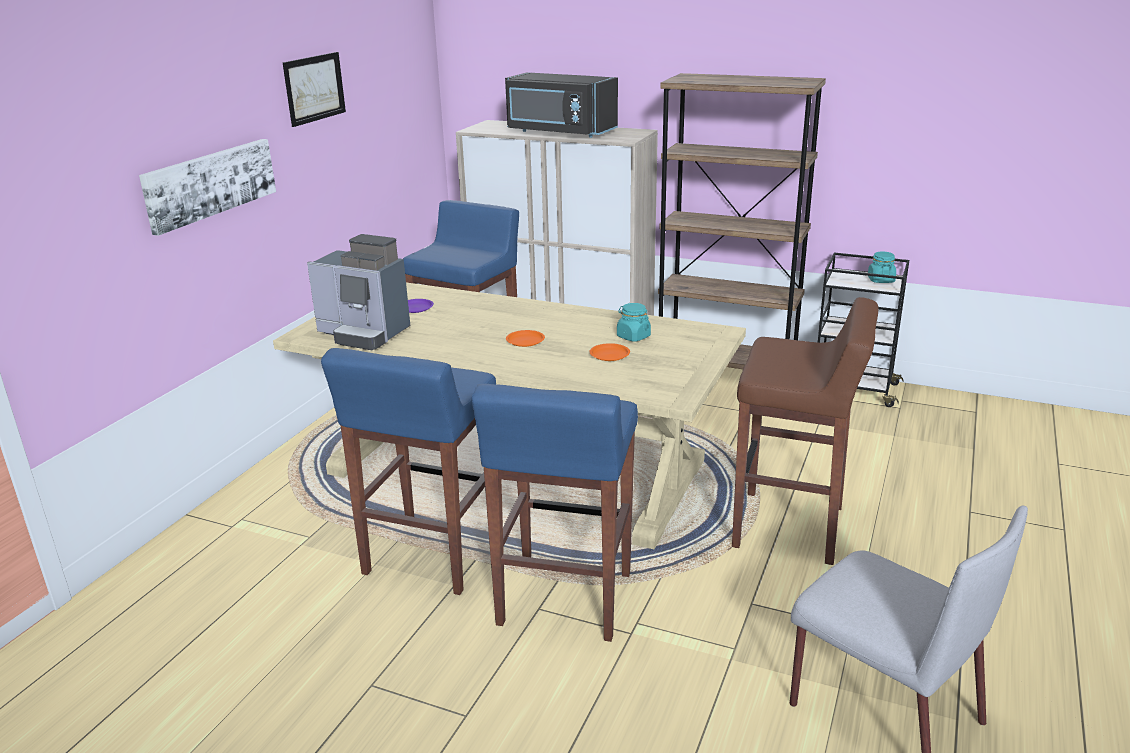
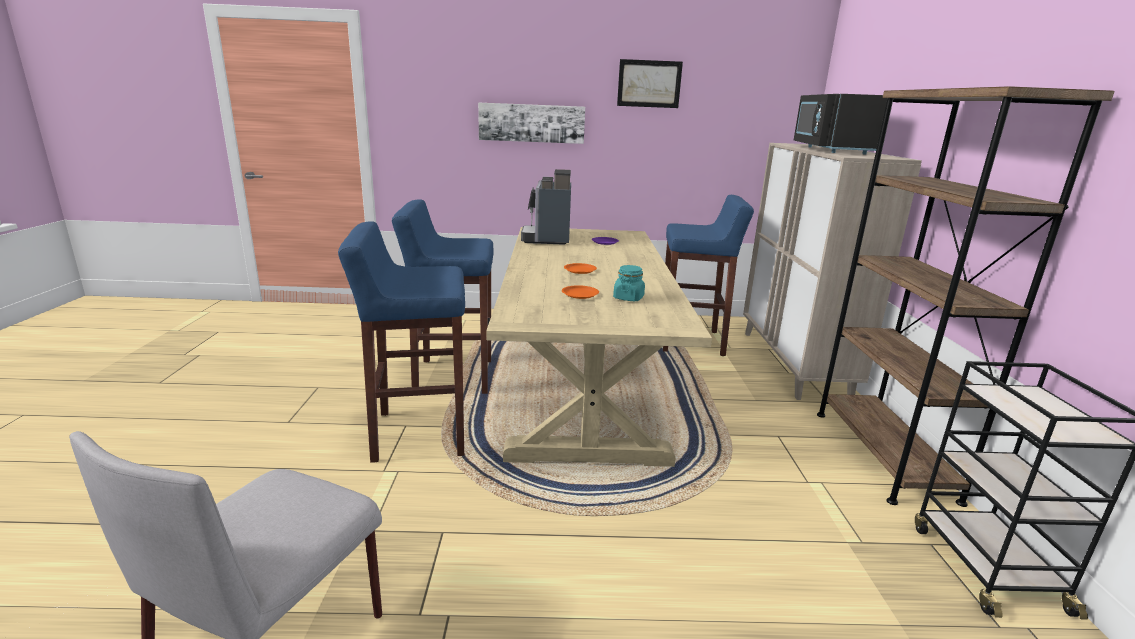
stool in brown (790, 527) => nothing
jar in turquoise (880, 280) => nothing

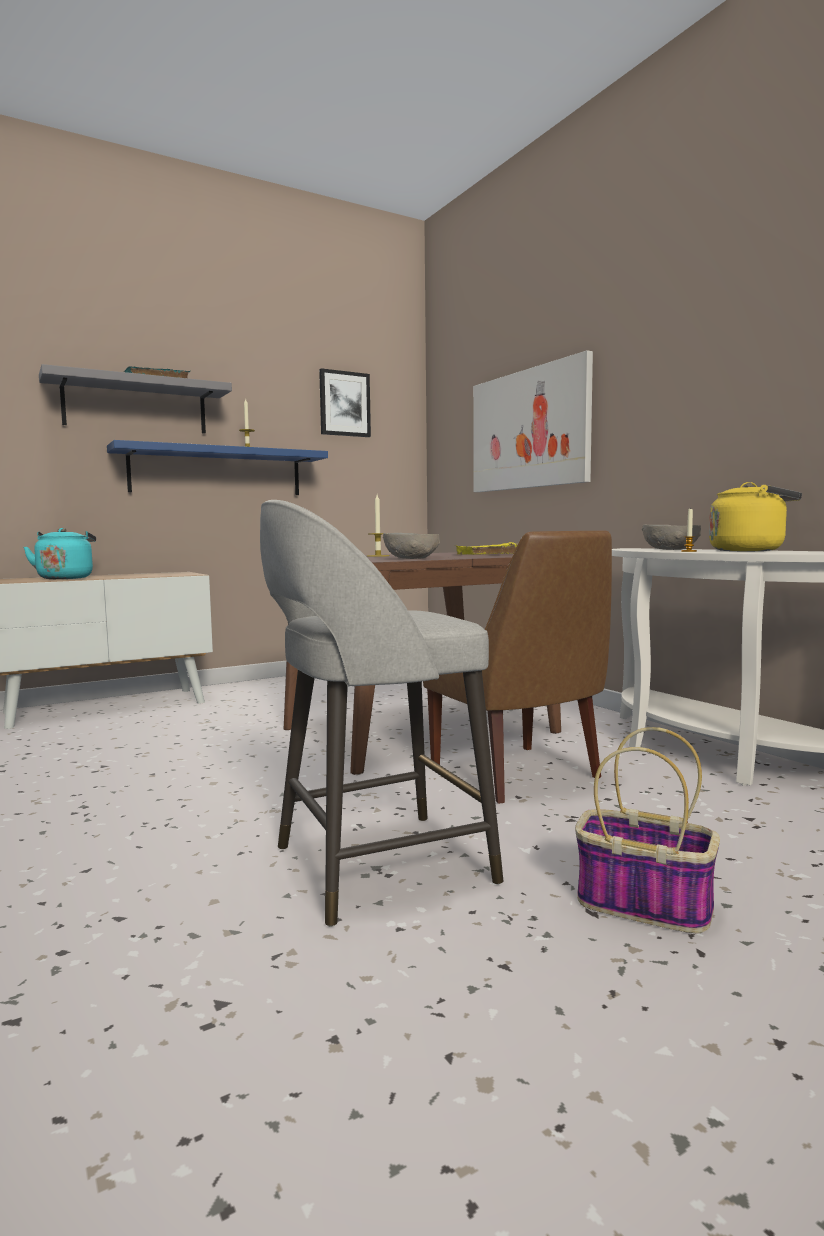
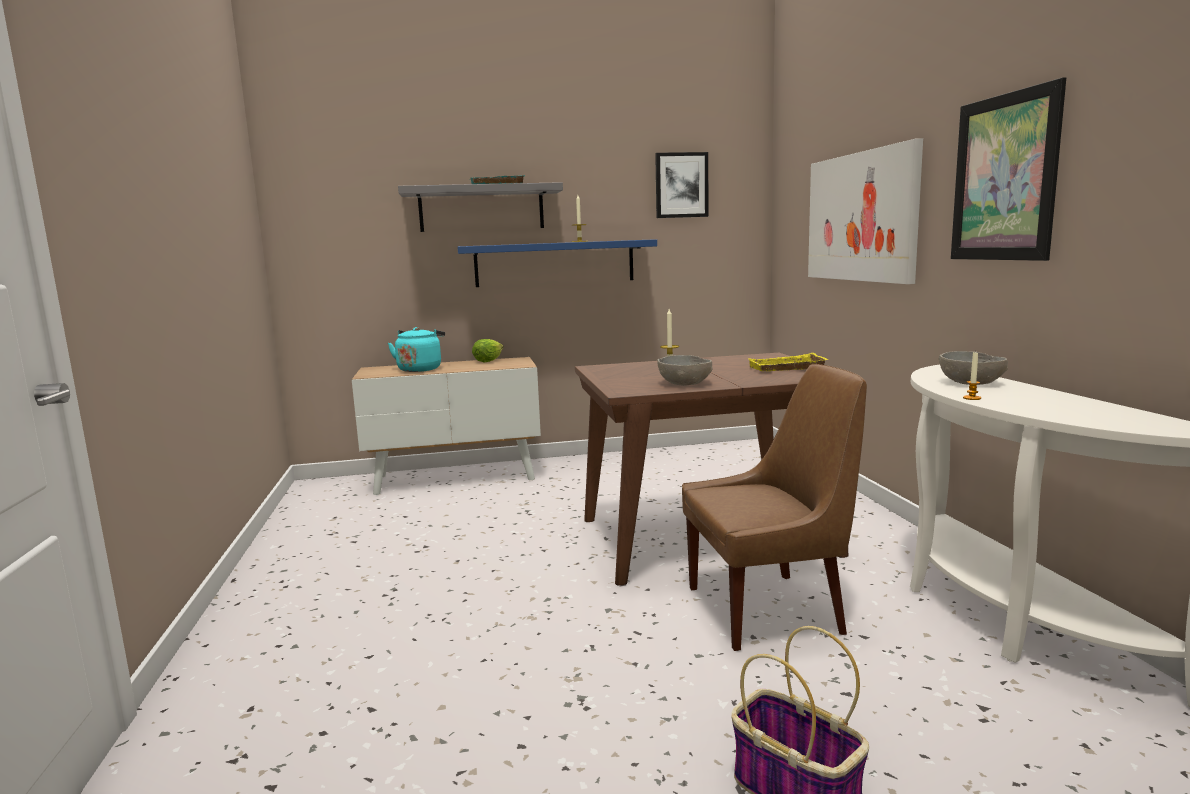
stool in grey (376, 865) => nothing
kettle in yellow (750, 550) => nothing
nothing => lettuce (488, 360)
nothing => picture (1004, 178)
chair in brown (519, 775) => chair in brown (769, 609), 90 degrees counterclockwise

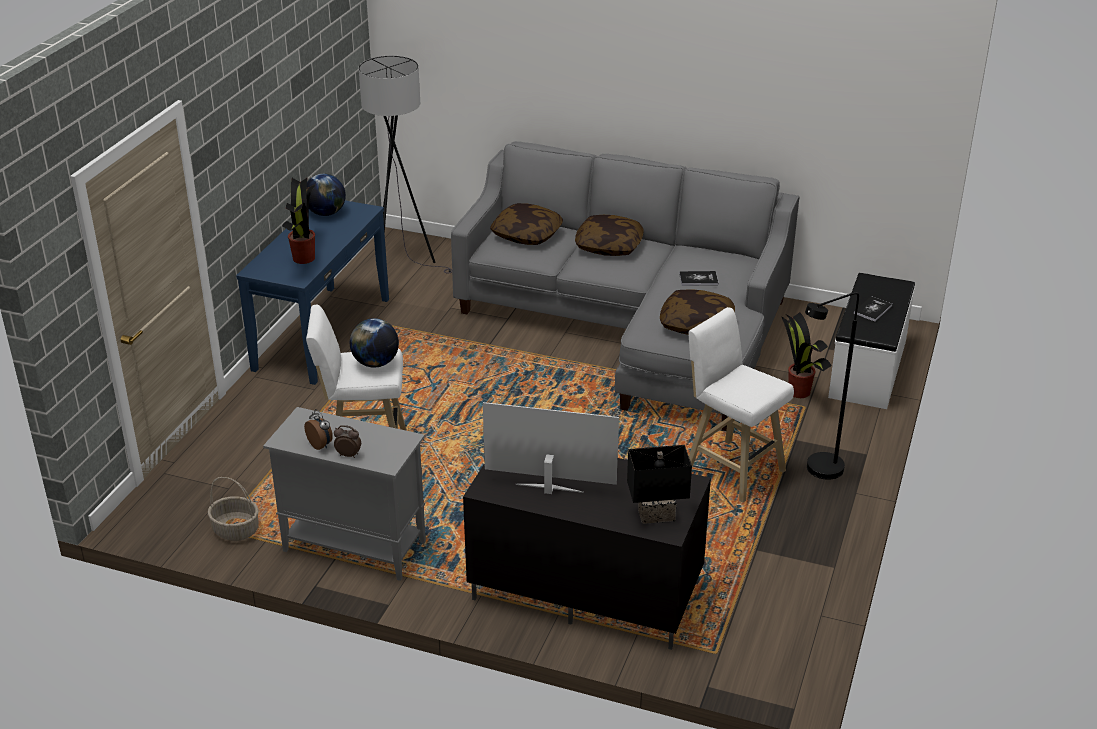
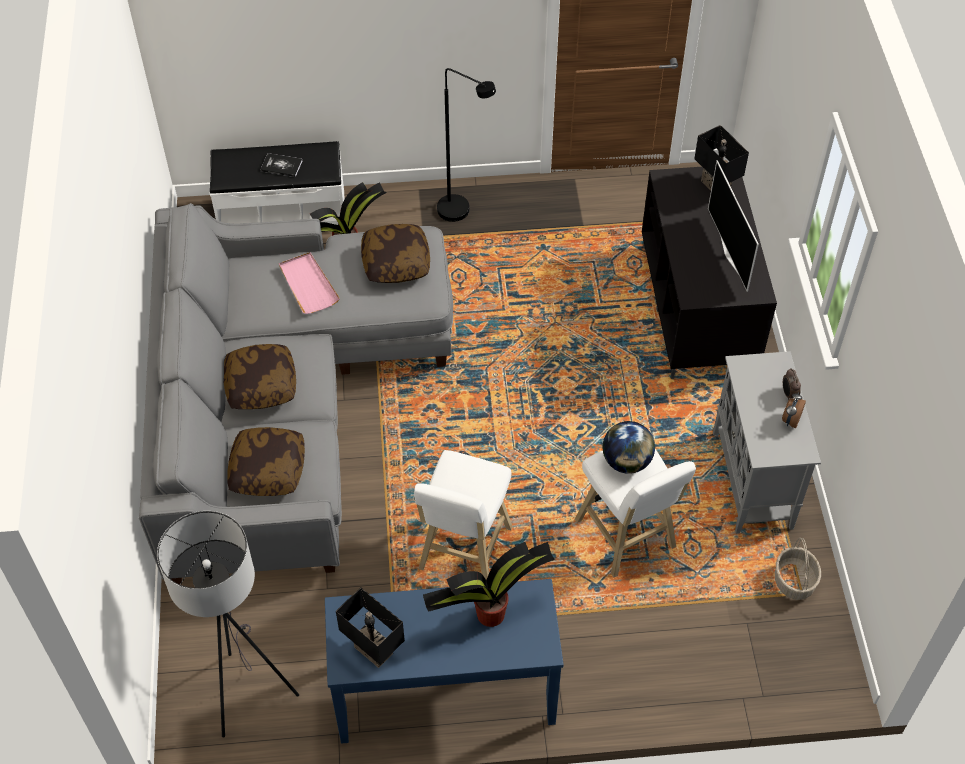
stool in white (731, 469) => stool in white (463, 552), moved
globe (326, 213) => table lamp in black (371, 651)
book (698, 279) => tray in pink (308, 285)

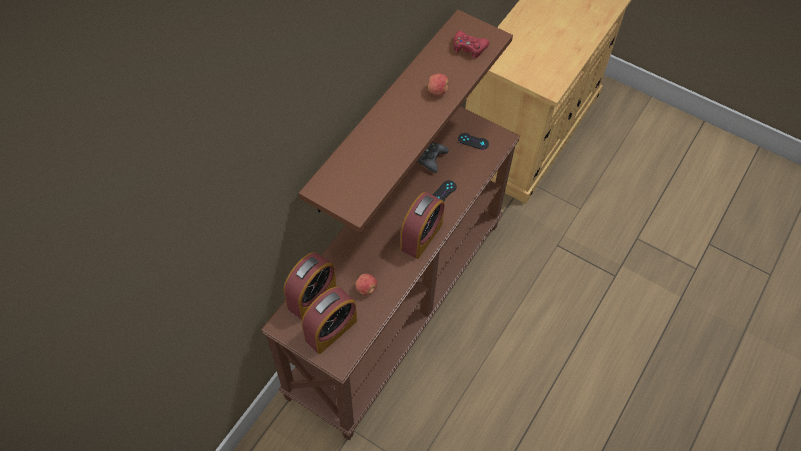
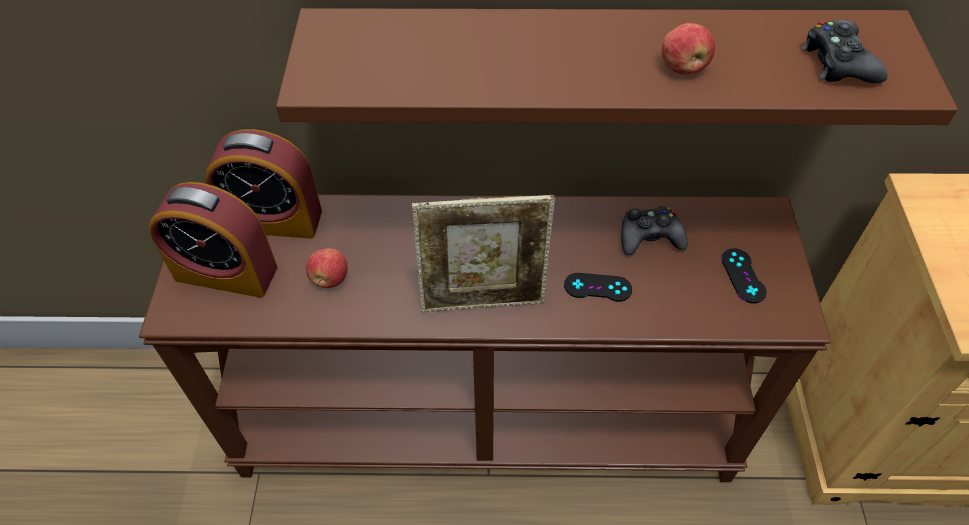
alarm clock (421, 236) => picture frame (483, 301)
game controller in red (469, 47) => game controller in black (838, 62)

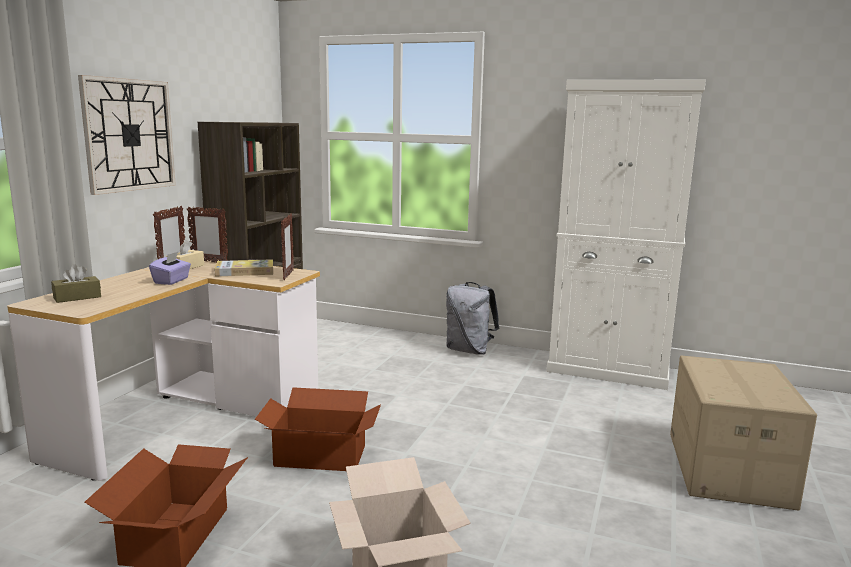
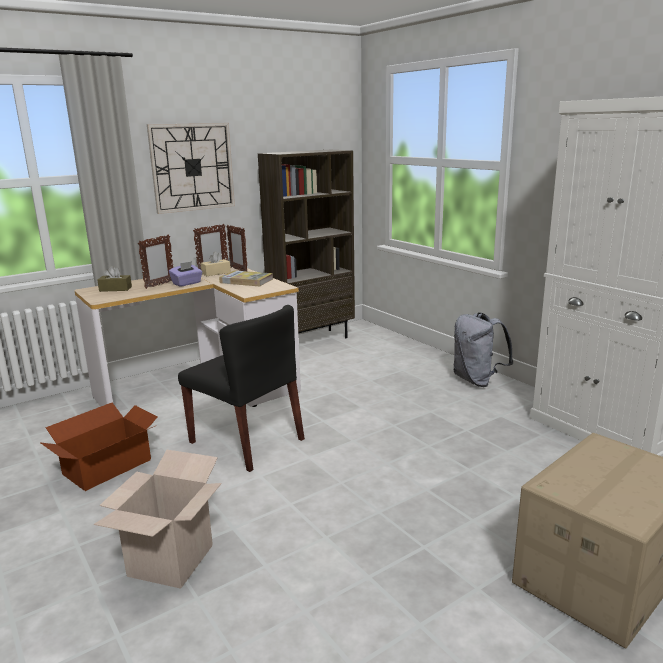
picture frame (288, 275) => picture frame (159, 284), moved
cardboard box (321, 456) => chair in black (247, 441)

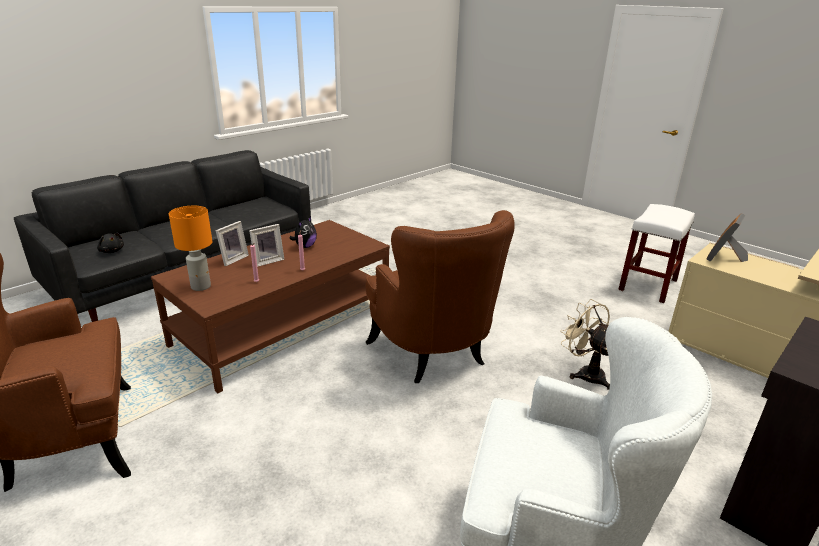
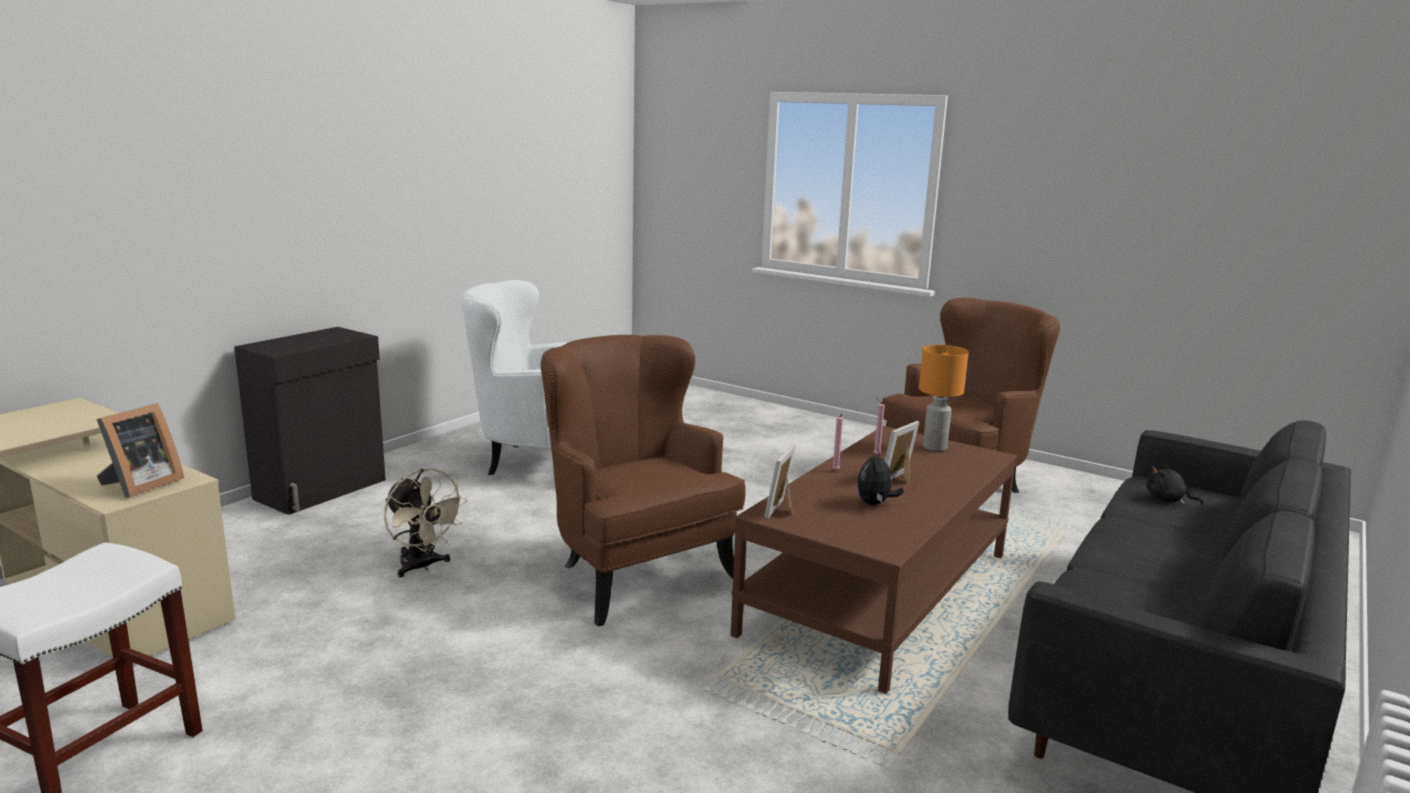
picture frame (232, 259) => picture frame (783, 510), moved

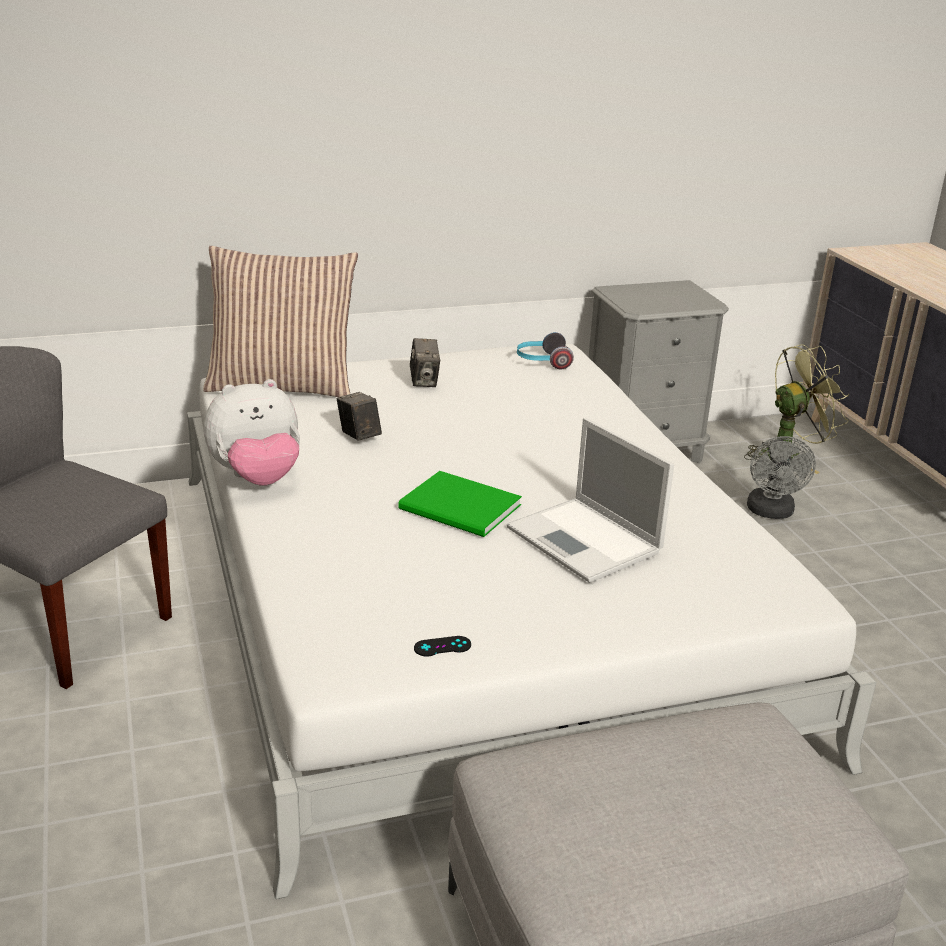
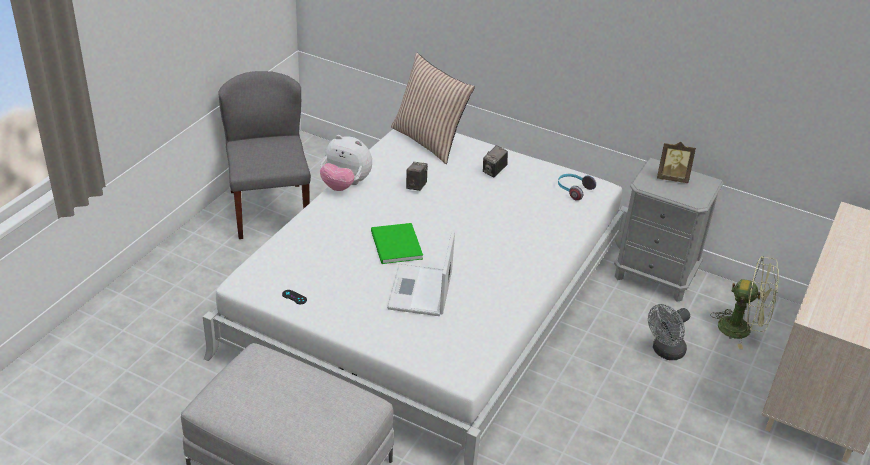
nothing => picture frame (672, 178)

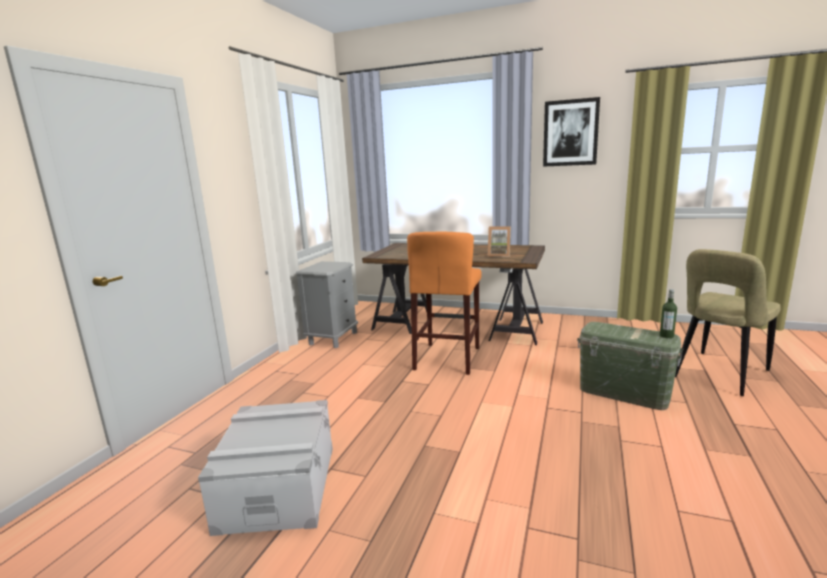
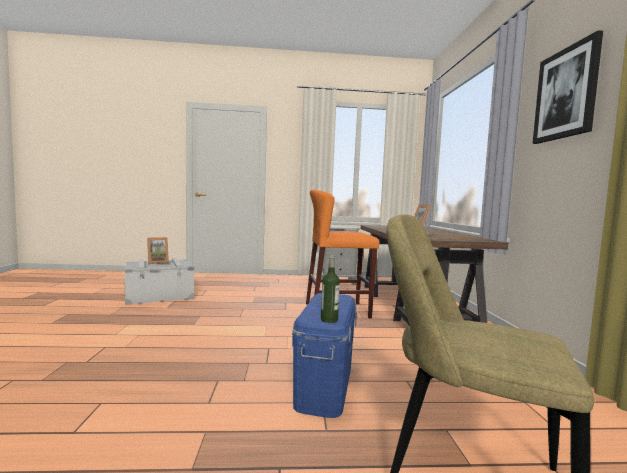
nothing => picture frame (157, 262)
storage box in green (624, 393) => storage box in blue (325, 386)

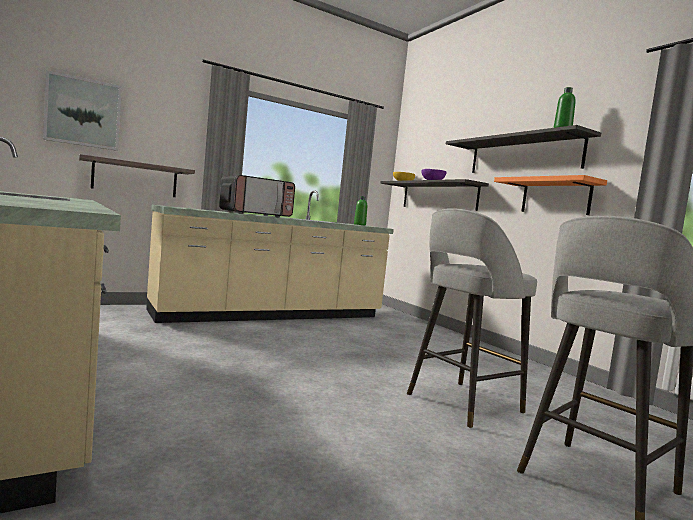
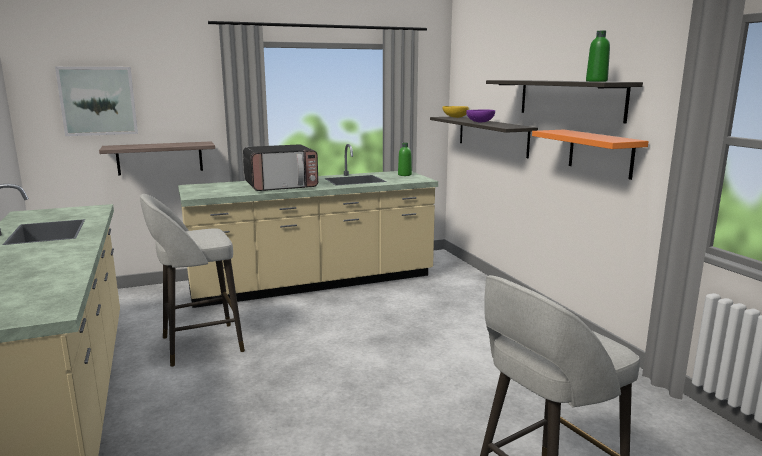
stool in grey (461, 403) => stool in grey (199, 345), moved

